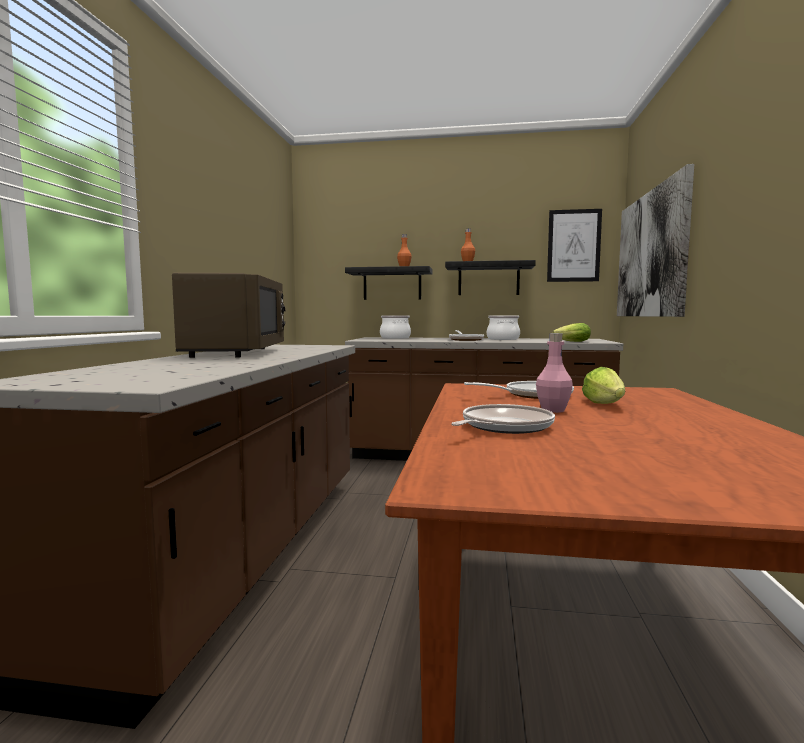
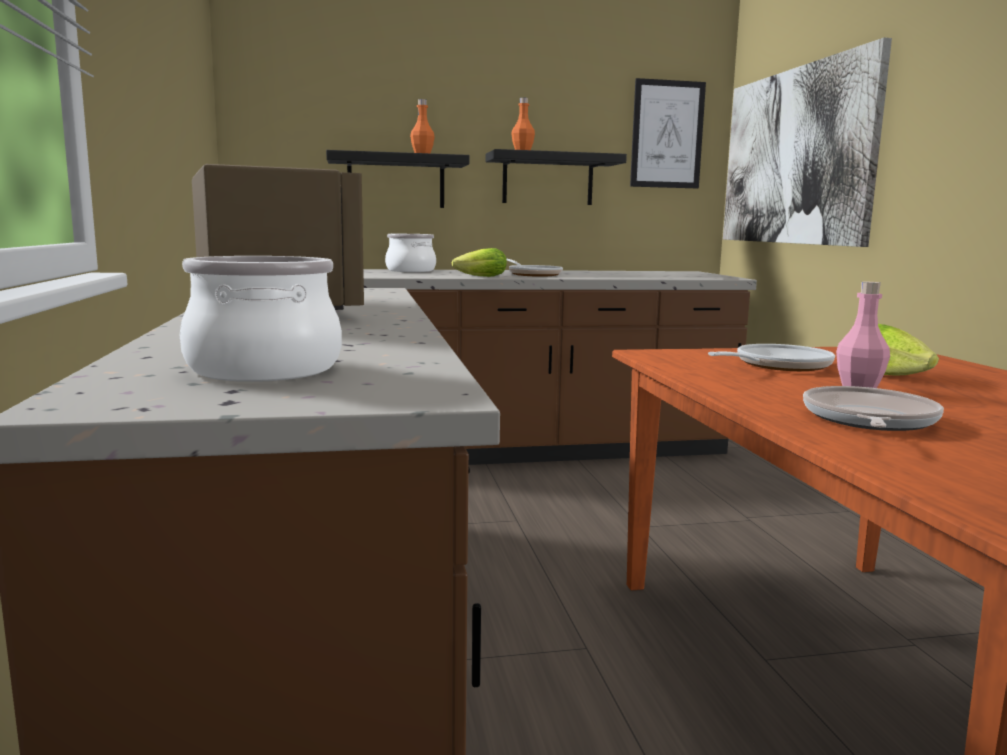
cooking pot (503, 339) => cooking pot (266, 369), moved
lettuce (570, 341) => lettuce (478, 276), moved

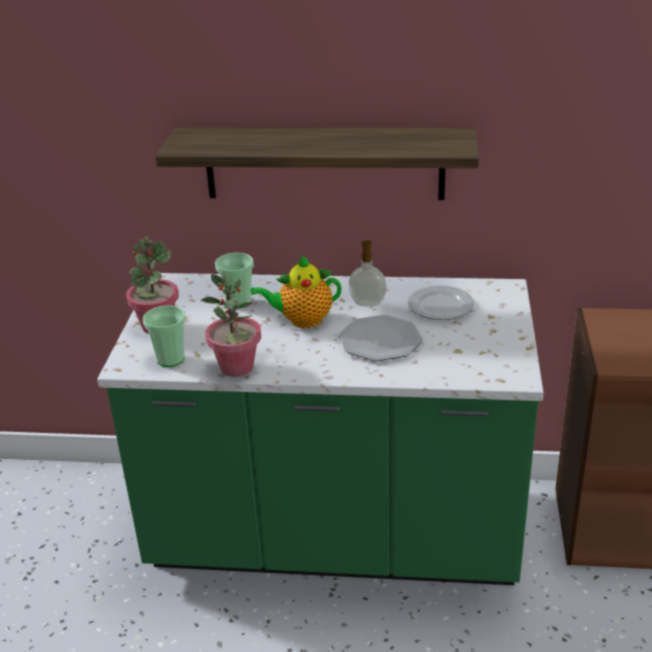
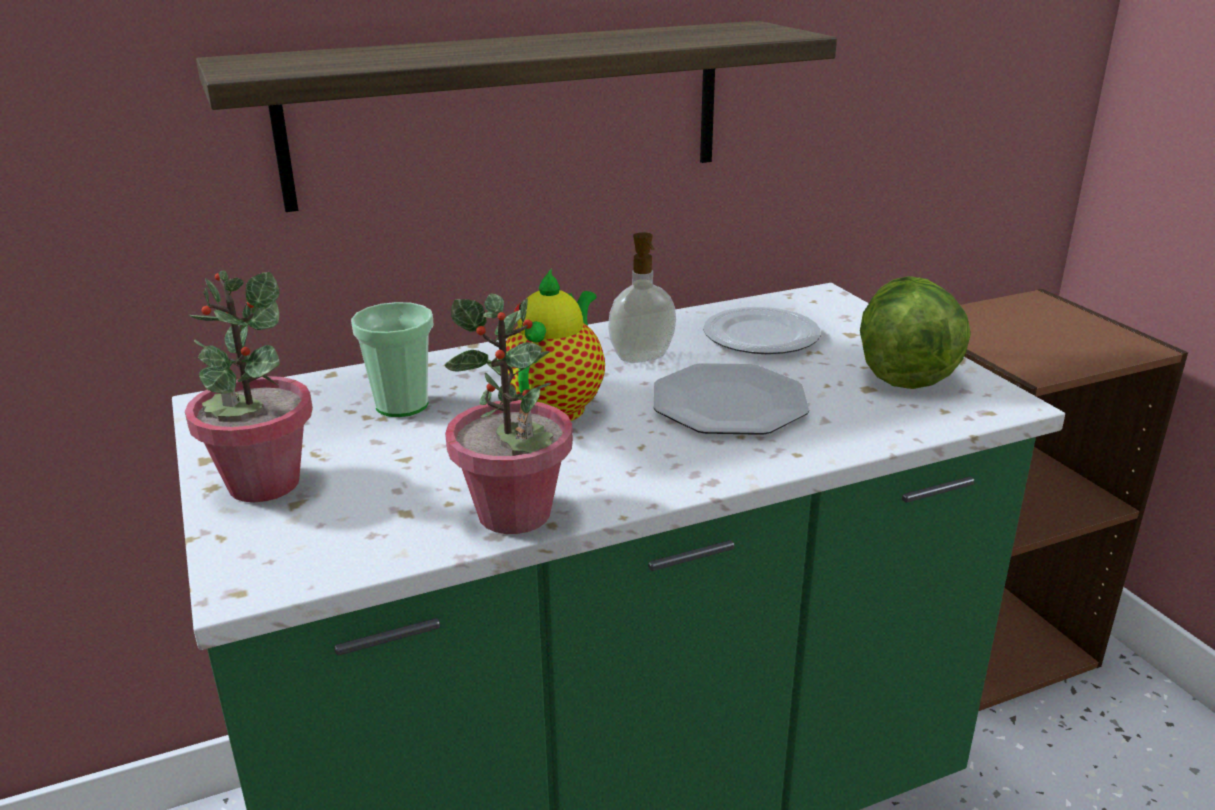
cup (170, 359) => nothing
nothing => lettuce (903, 370)
teapot (302, 320) => teapot (557, 406), 150 degrees clockwise

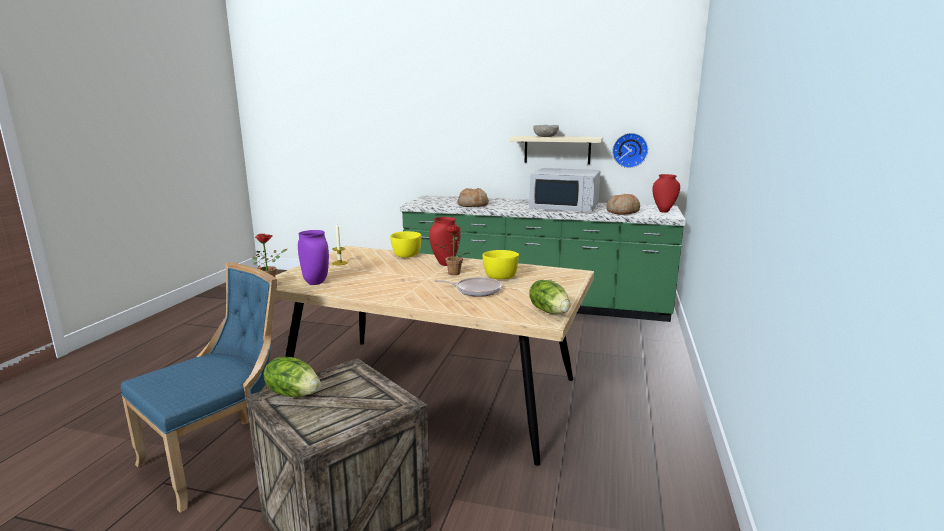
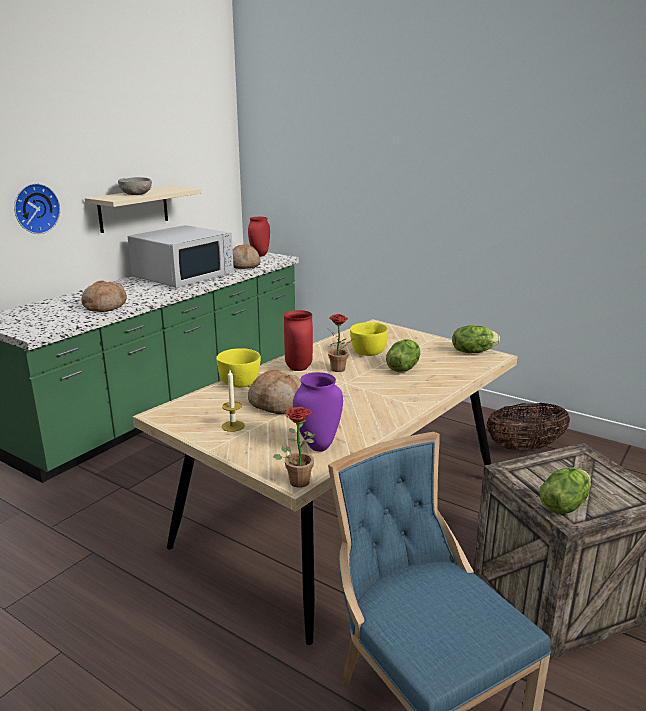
nothing => bread (278, 403)
nothing => basket (525, 447)
wall clock (630, 150) => wall clock (35, 208), moved
frying pan (475, 290) => lettuce (403, 368)

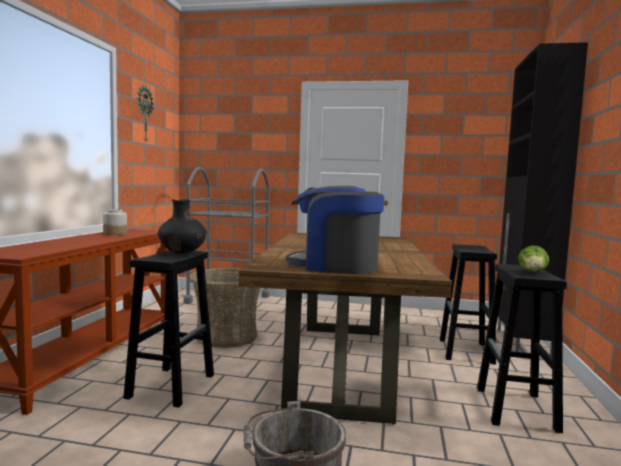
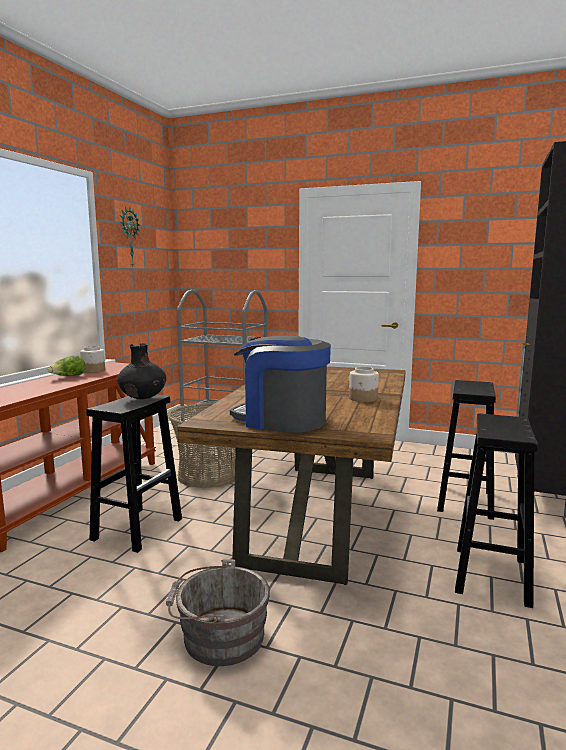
nothing => jar (363, 398)
lettuce (533, 273) => lettuce (68, 376), moved

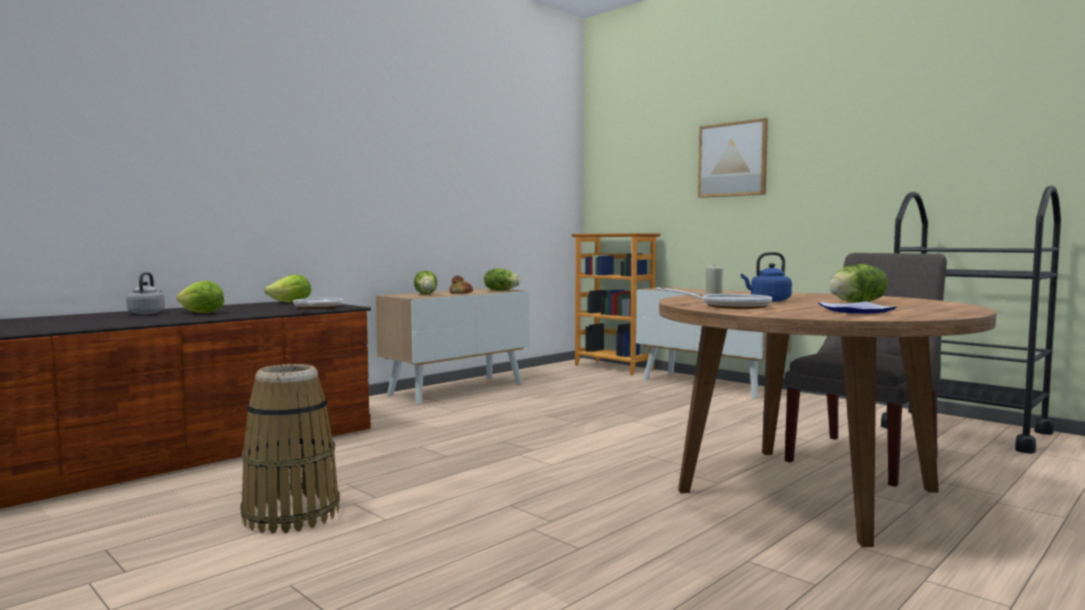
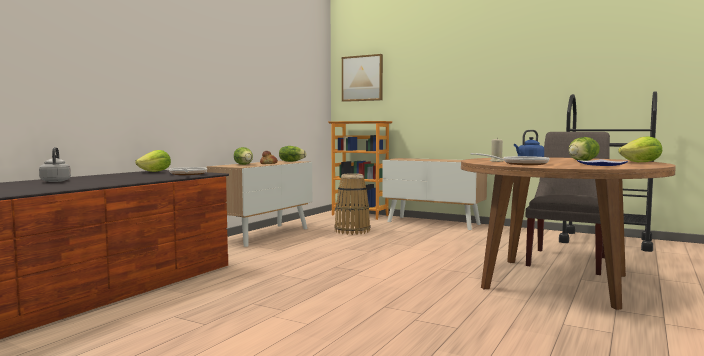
lettuce (201, 313) => lettuce (641, 162), moved
basket (291, 514) => basket (352, 231), moved
picture (732, 159) => picture (362, 78), moved

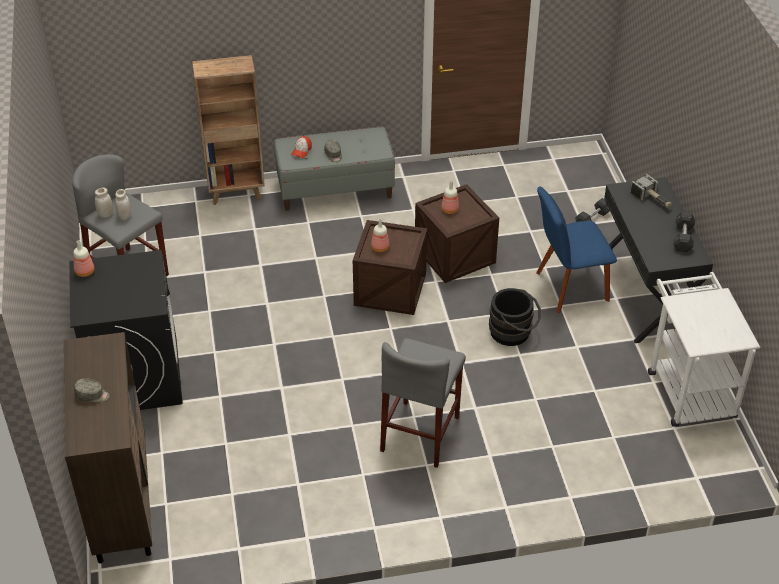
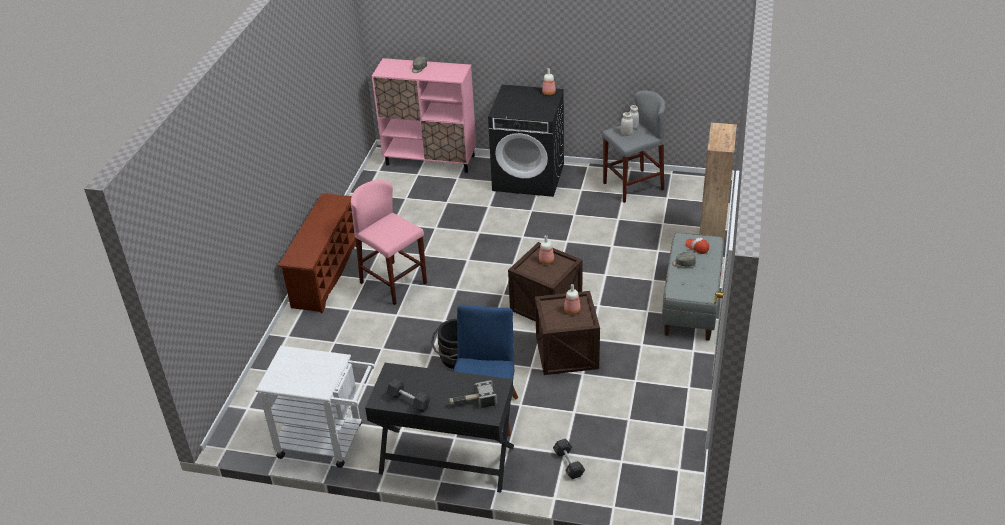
nothing => shoe rack in brown (325, 273)
cabinet in brown (122, 502) => cabinet in pink (430, 160)
stool in grey (420, 433) => stool in pink (393, 283)

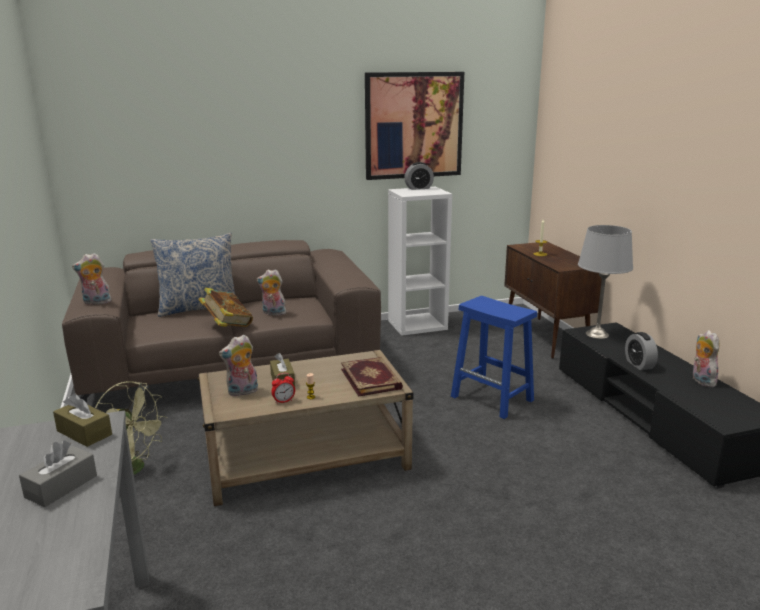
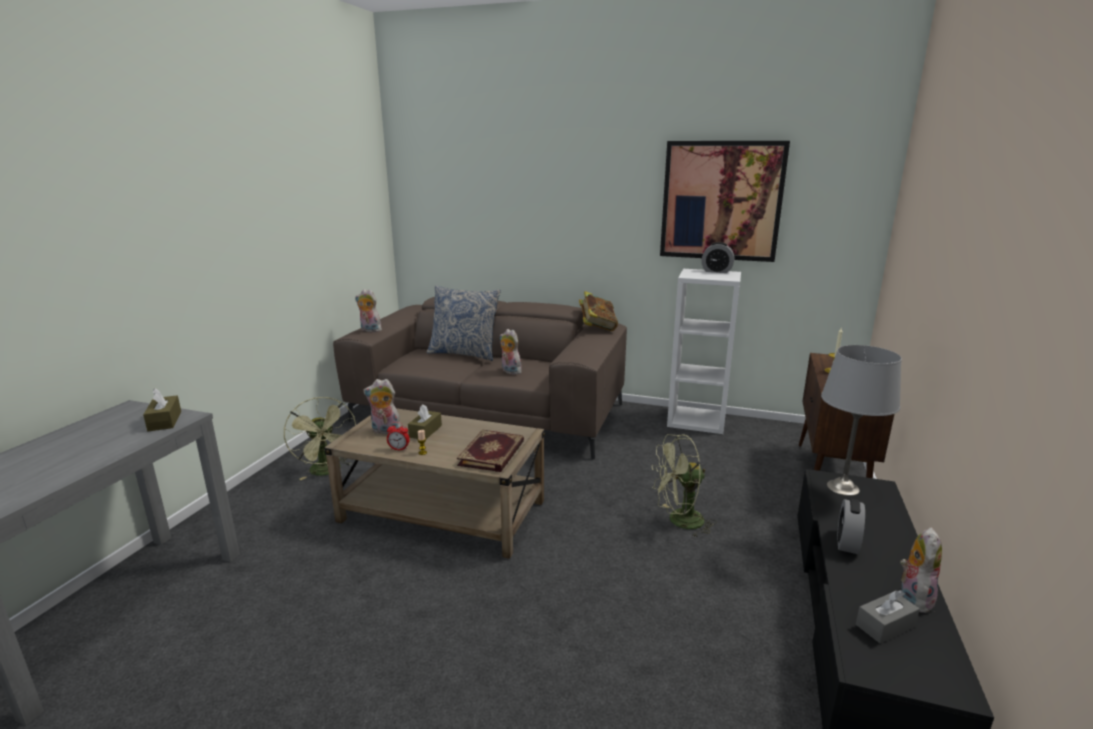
tissue box in grey (61, 486) => tissue box in grey (885, 625), moved
book (227, 326) => book (597, 328), moved
stool in blue (493, 399) => fan in green (679, 522)

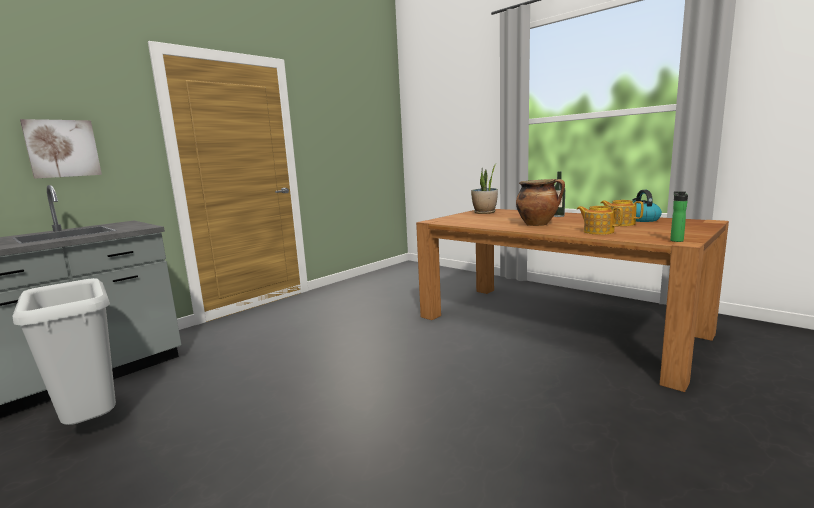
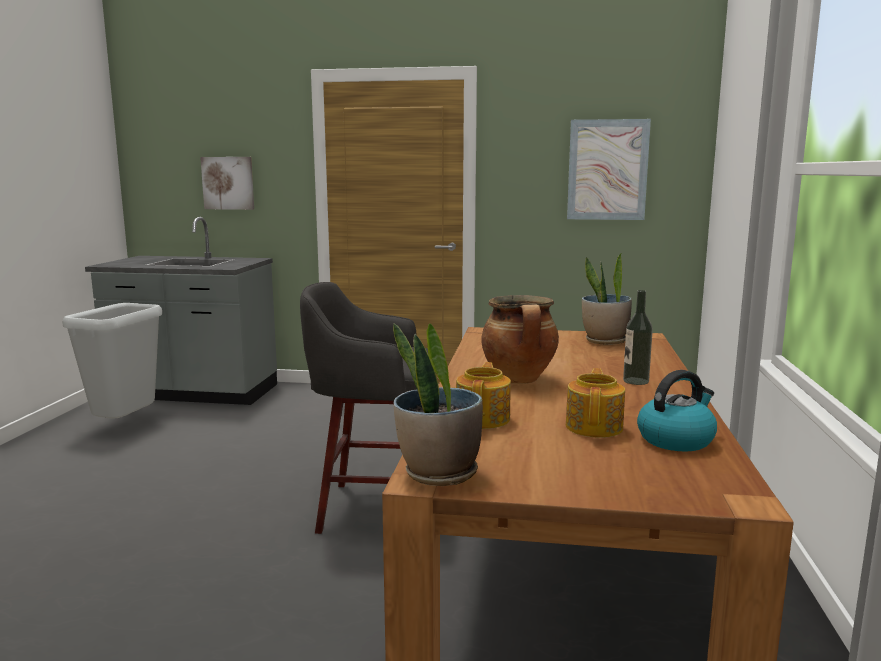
nothing => stool in grey (375, 509)
nothing => picture (607, 170)
bottle (676, 240) => potted plant (438, 474)

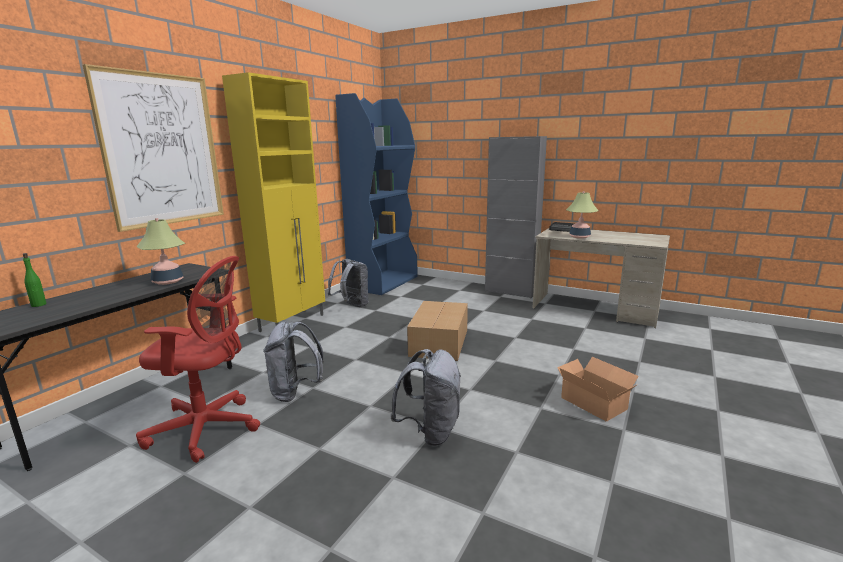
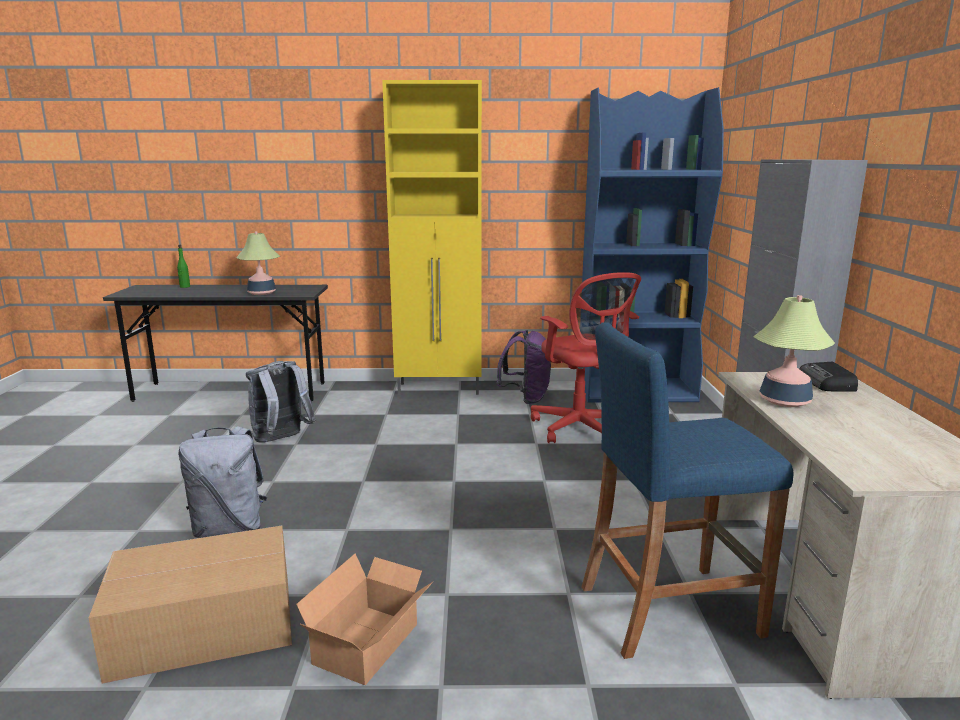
picture (162, 150) => nothing
nothing => stool in blue (669, 610)
office chair in red (208, 429) => office chair in red (581, 429), moved
cardboard box (440, 342) => cardboard box (207, 627), moved
backpack in grey (351, 306) => backpack in purple (526, 398)

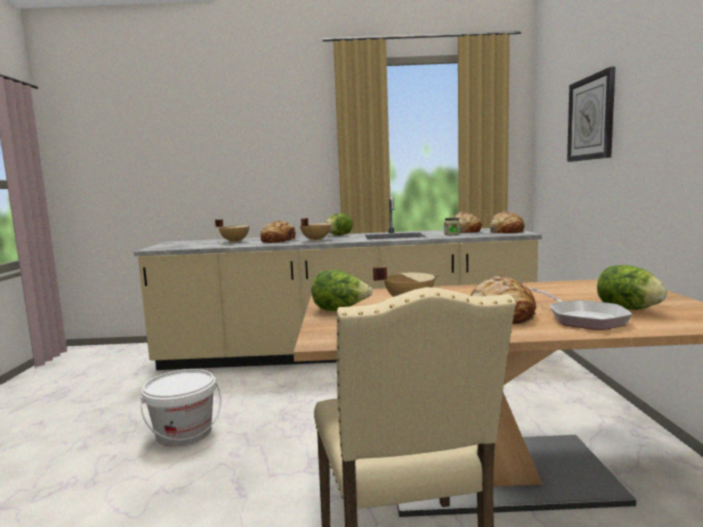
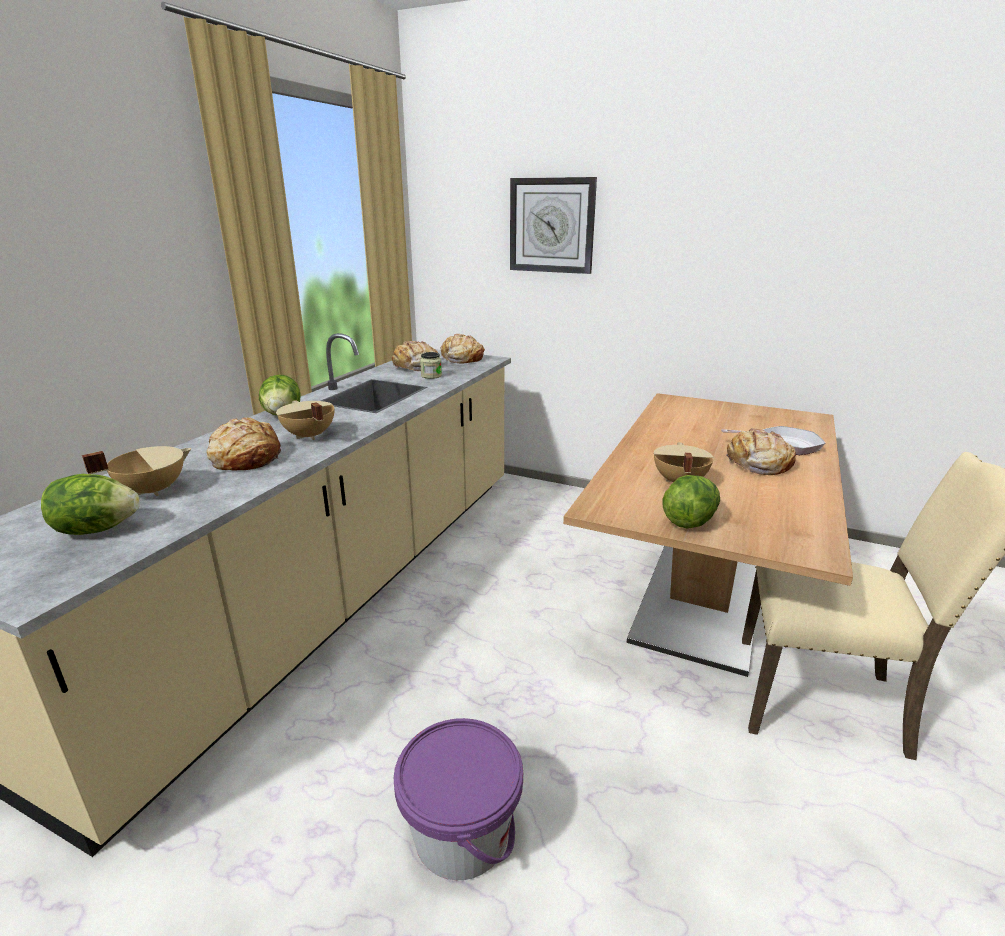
lettuce (627, 309) => lettuce (97, 529), moved
bucket in white (184, 433) => bucket in purple (461, 834)

